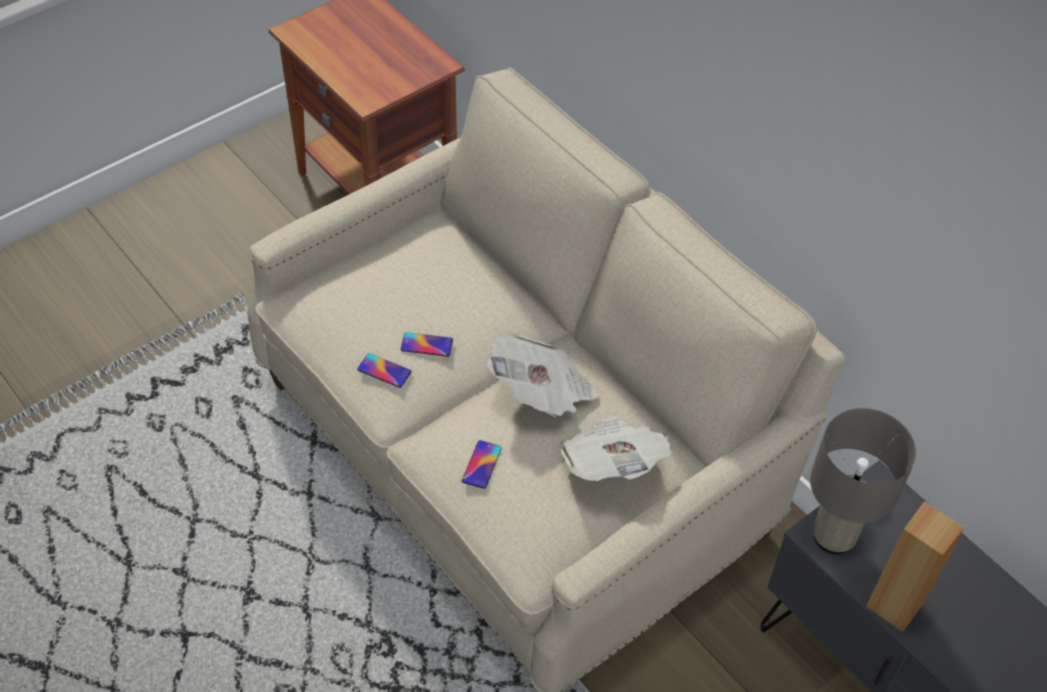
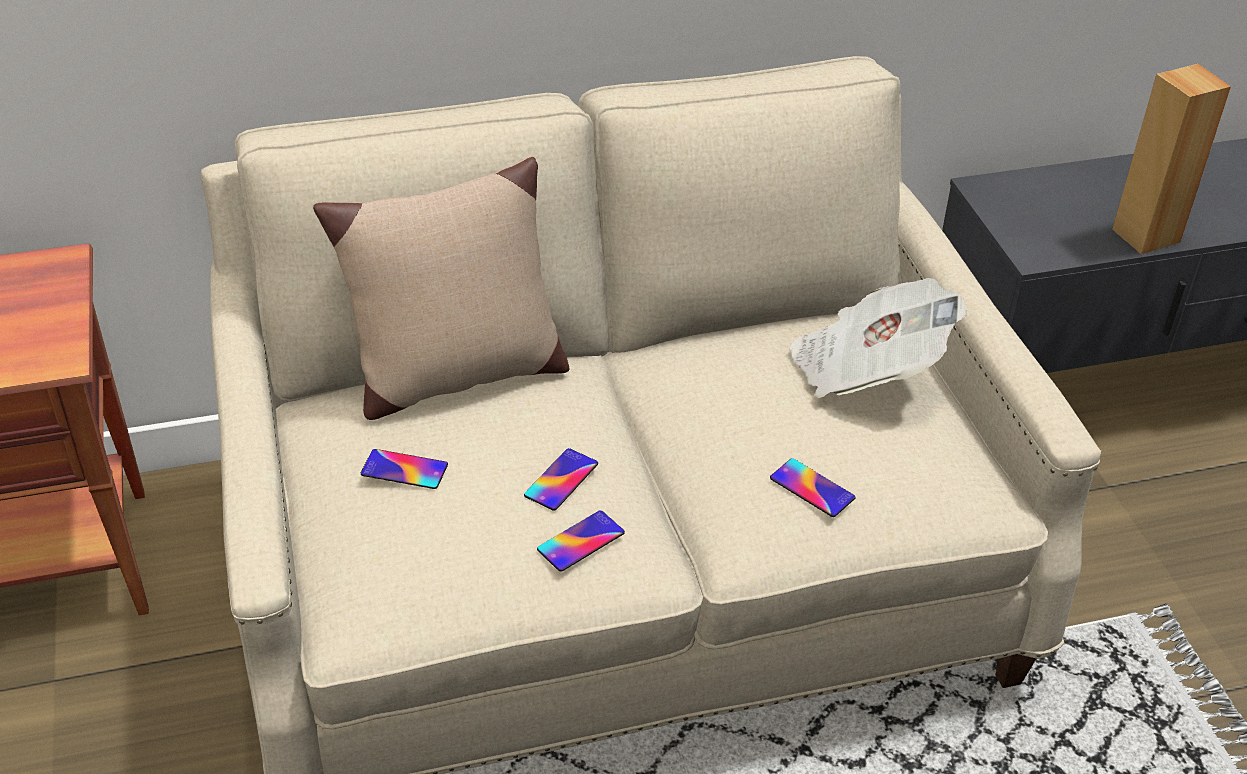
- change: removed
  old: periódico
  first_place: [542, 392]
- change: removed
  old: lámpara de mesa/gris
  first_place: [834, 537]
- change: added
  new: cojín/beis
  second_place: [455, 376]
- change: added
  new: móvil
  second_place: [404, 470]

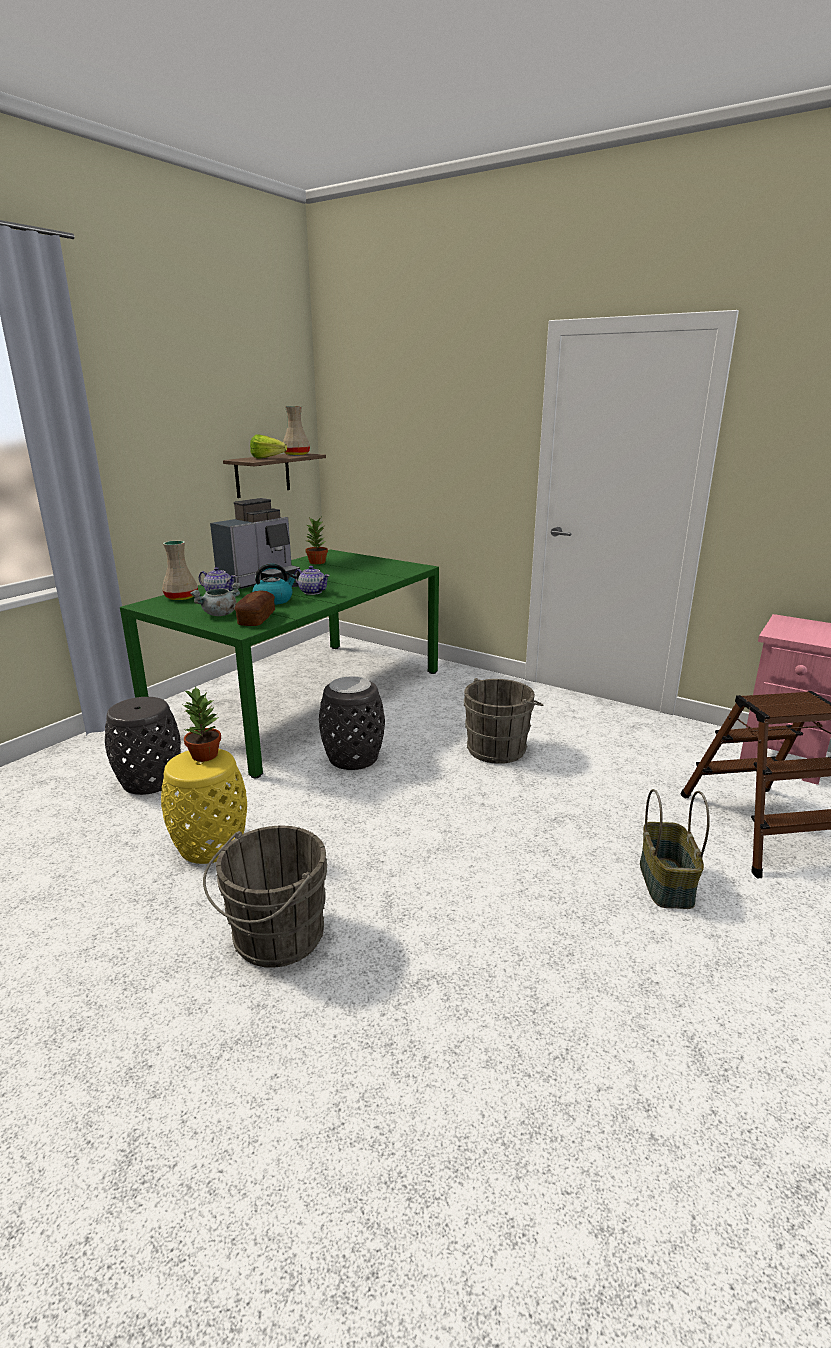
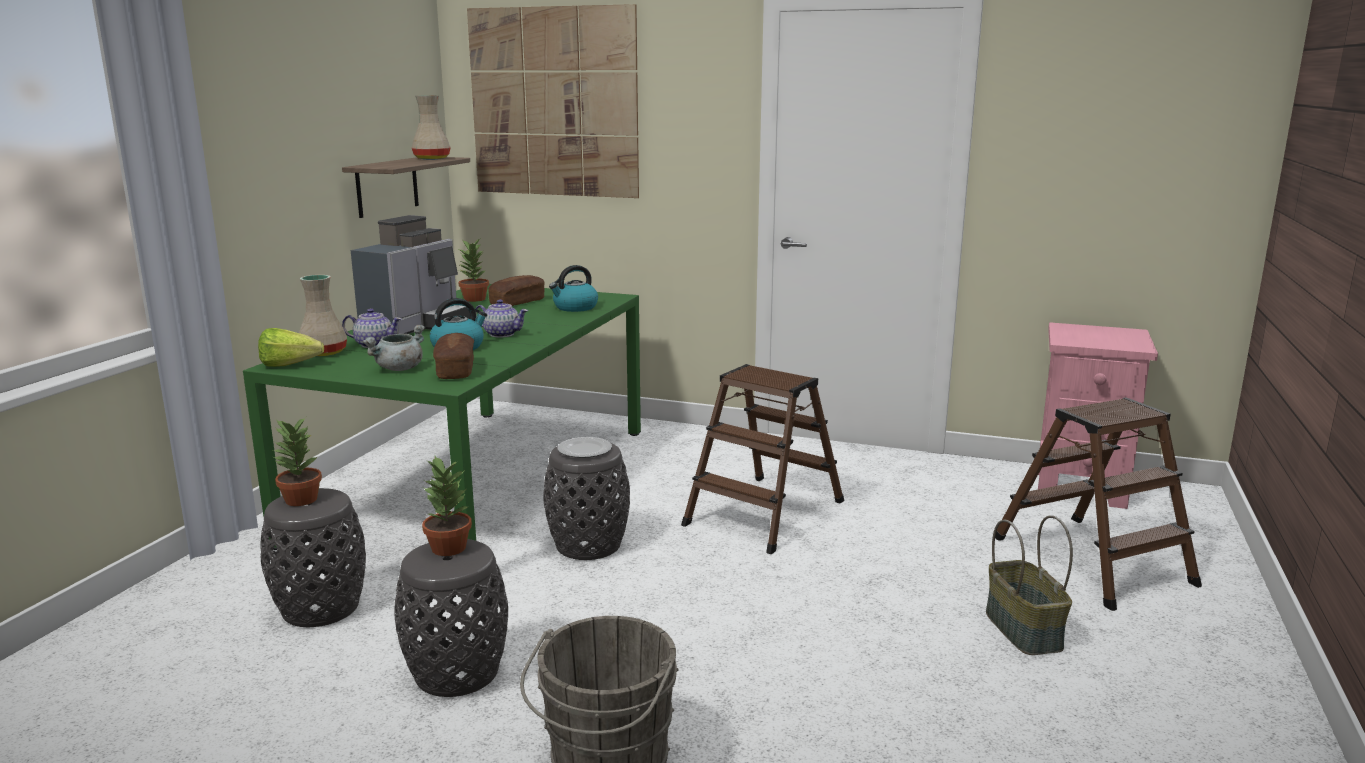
- change: added
  new: planta en maceta
  second_place: [300, 500]
- change: added
  new: cuadro
  second_place: [554, 103]
- change: added
  new: pan
  second_place: [517, 302]
- change: added
  new: hervidor
  second_place: [575, 308]
- change: moved
  old: lechuga
  first_place: [270, 458]
  second_place: [294, 366]
- change: replaced
  old: cubo/gris
  new: escalera de tijera/marrón
  first_place: [499, 748]
  second_place: [764, 512]
- change: recoloured
  old: taburete/amarillo
  new: taburete/gris
  first_place: [211, 845]
  second_place: [457, 673]

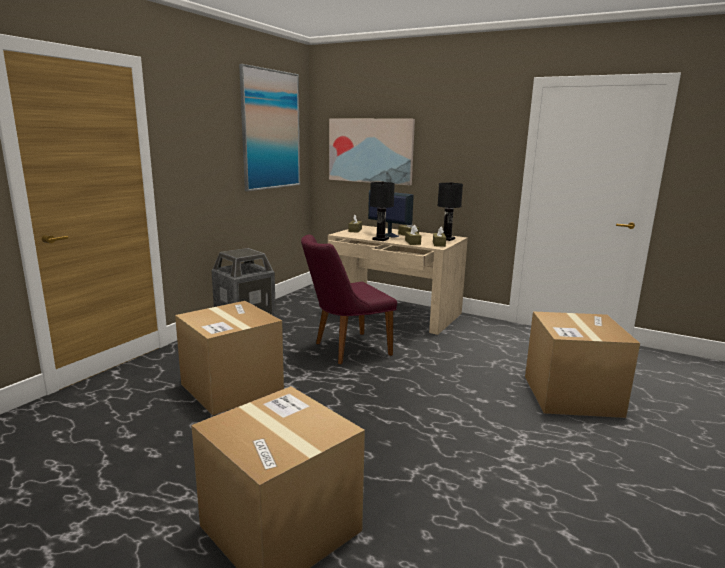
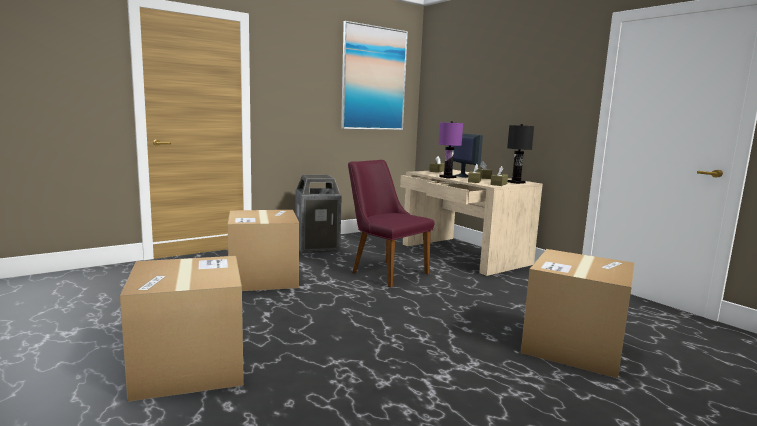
- change: removed
  old: cuadro
  first_place: [370, 150]
- change: recoloured
  old: lámpara de mesa/negro
  new: lámpara de mesa/morado
  first_place: [381, 239]
  second_place: [448, 177]
- change: turned
  old: silla/morado
  first_place: [345, 349]
  second_place: [384, 271]
  degrees: 45

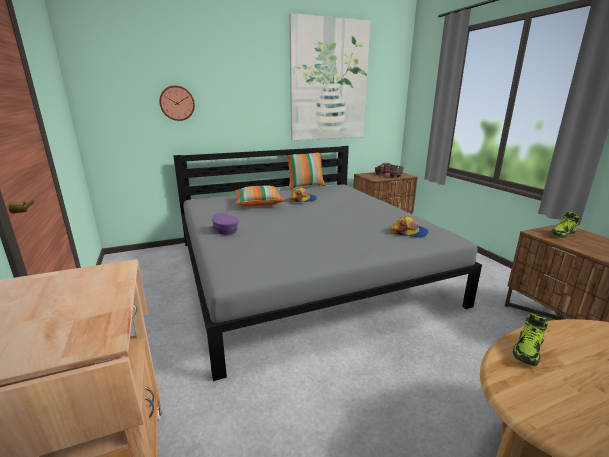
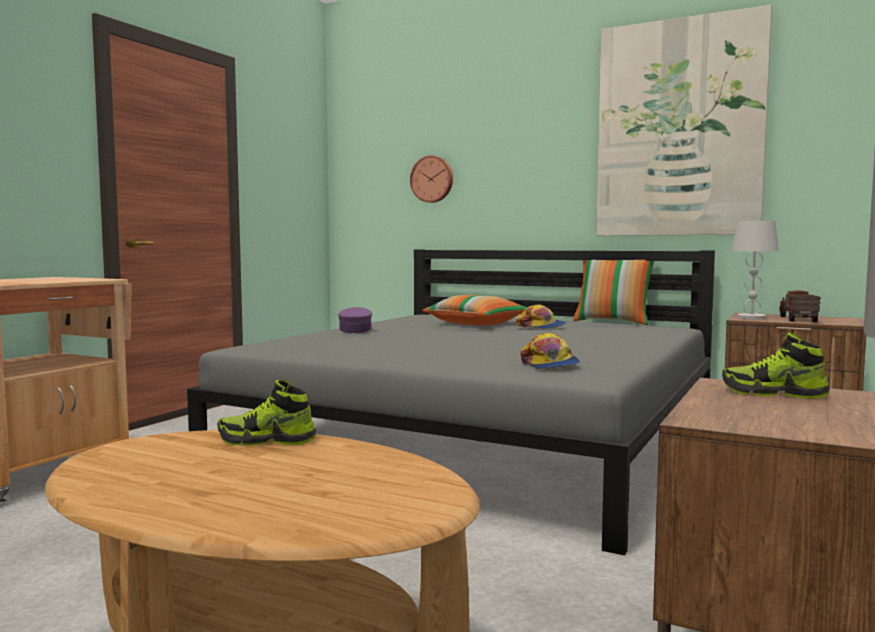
- change: added
  new: lámpara de mesa/blanco
  second_place: [751, 318]

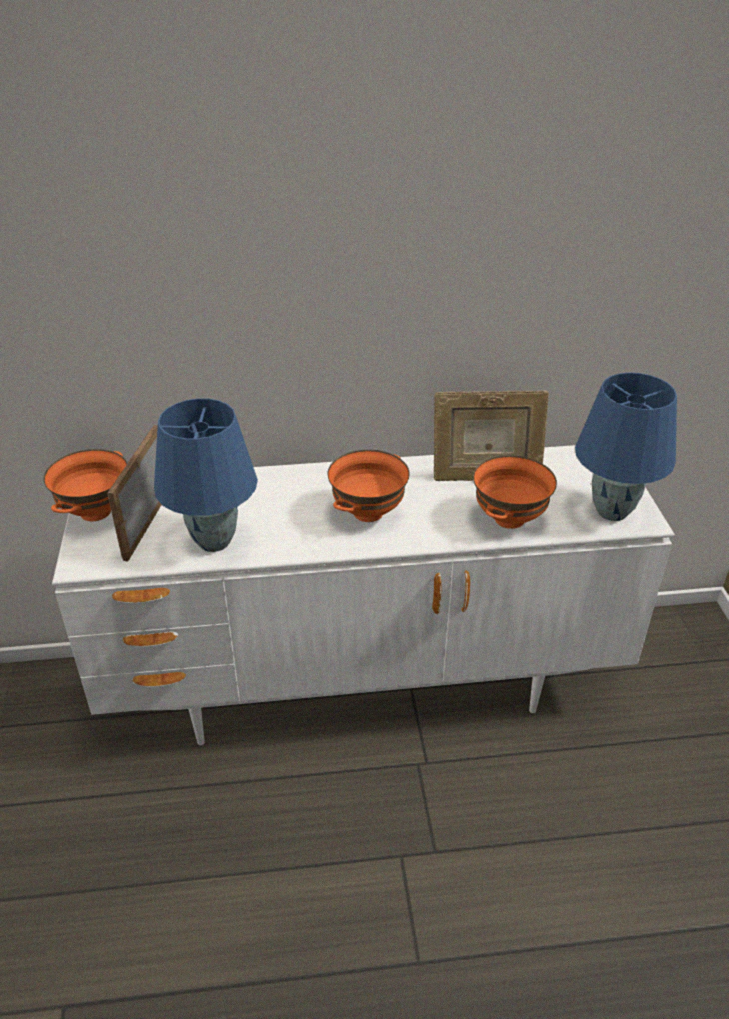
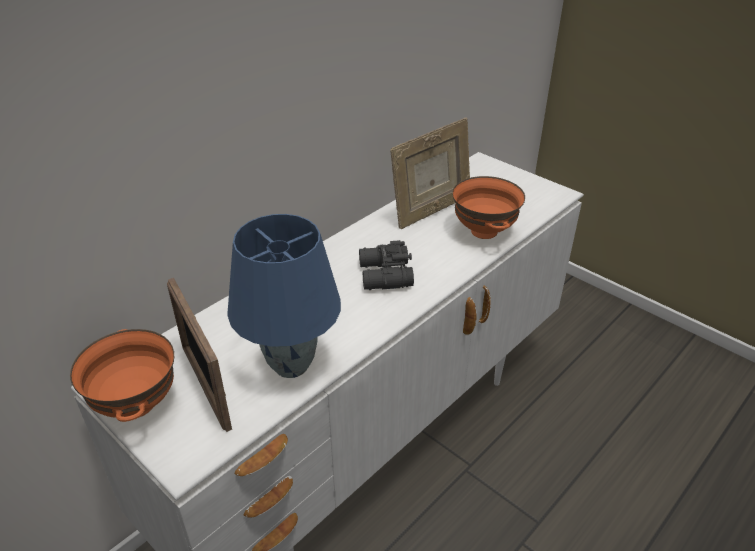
- change: removed
  old: lámpara de mesa/azul
  first_place: [611, 512]
- change: replaced
  old: cuenco/naranja
  new: prismáticos/negro
  first_place: [367, 512]
  second_place: [384, 276]

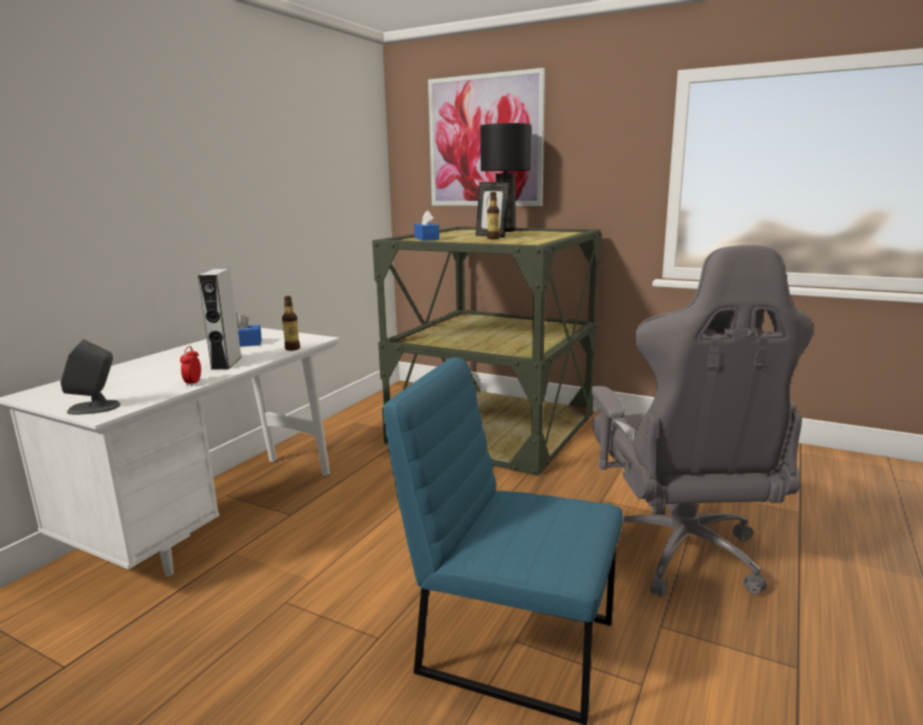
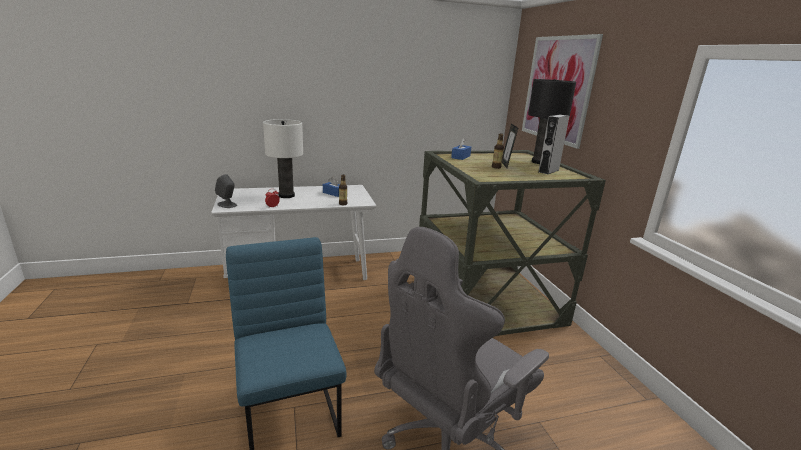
- change: added
  new: lámpara de mesa/blanco
  second_place: [286, 196]
- change: moved
  old: altavoz/gris
  first_place: [226, 363]
  second_place: [548, 171]

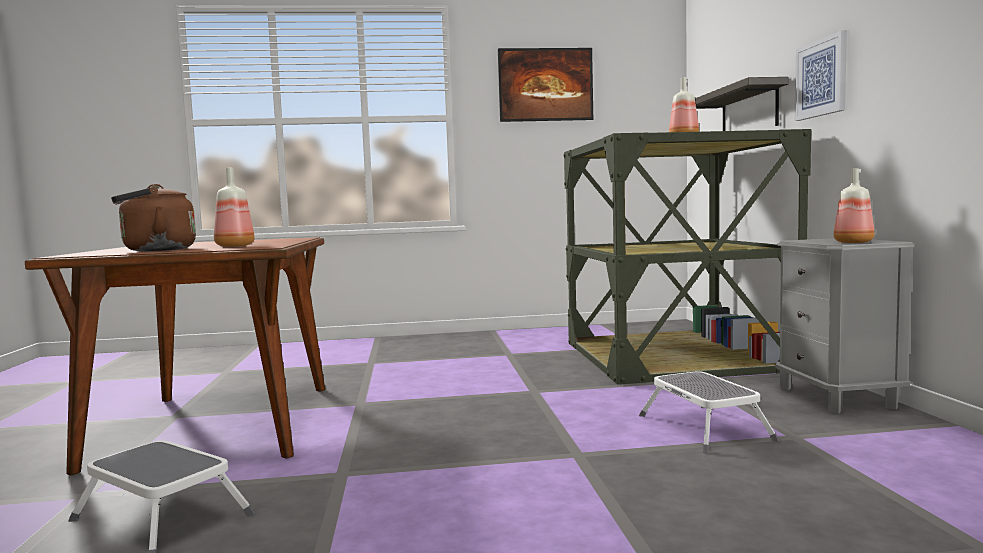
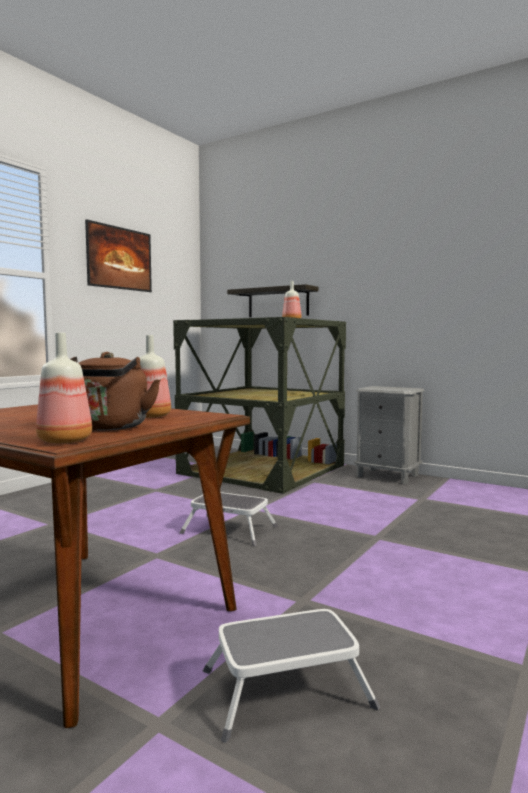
- change: removed
  old: cuadro
  first_place: [821, 78]
- change: moved
  old: escalera de tijera/gris
  first_place: [703, 427]
  second_place: [229, 530]
- change: moved
  old: botella
  first_place: [853, 242]
  second_place: [64, 440]

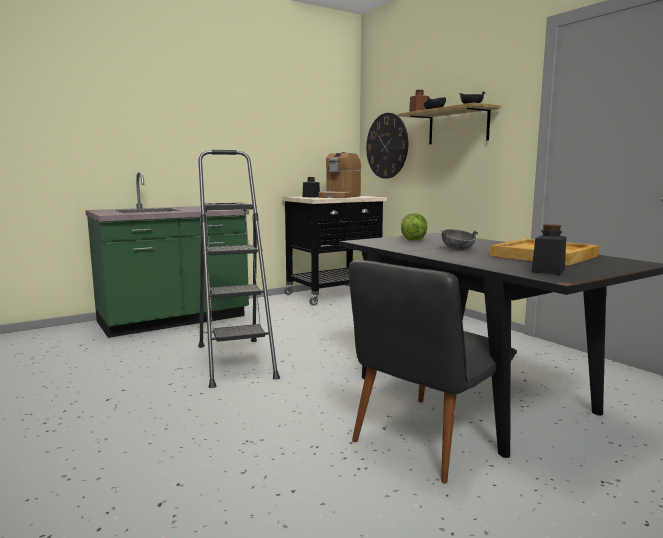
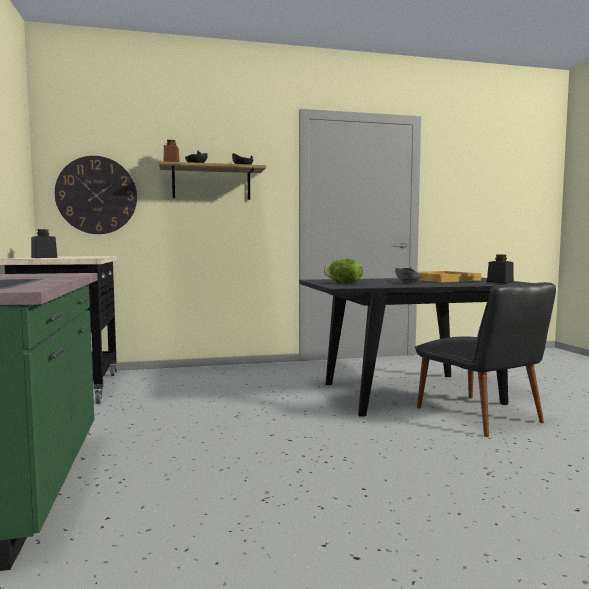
- change: removed
  old: escalera de tijera
  first_place: [235, 360]
- change: removed
  old: cafetera
  first_place: [340, 197]

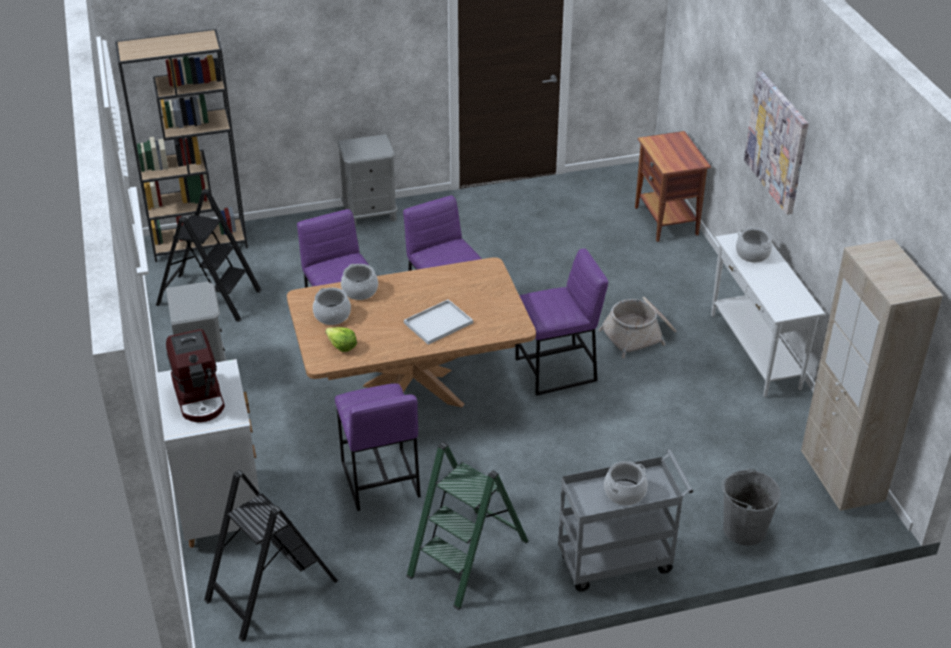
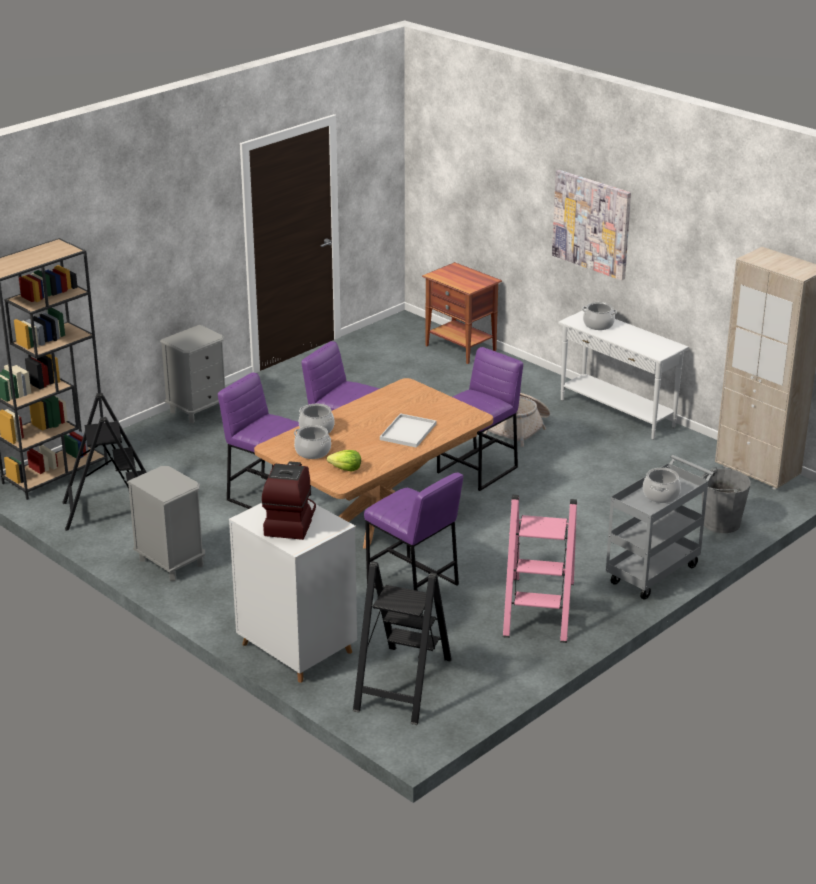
- change: recoloured
  old: escalera de tijera/verde
  new: escalera de tijera/rosa
  first_place: [469, 557]
  second_place: [539, 608]
- change: turned
  old: cafetera
  first_place: [200, 397]
  second_place: [289, 522]
  degrees: -120

